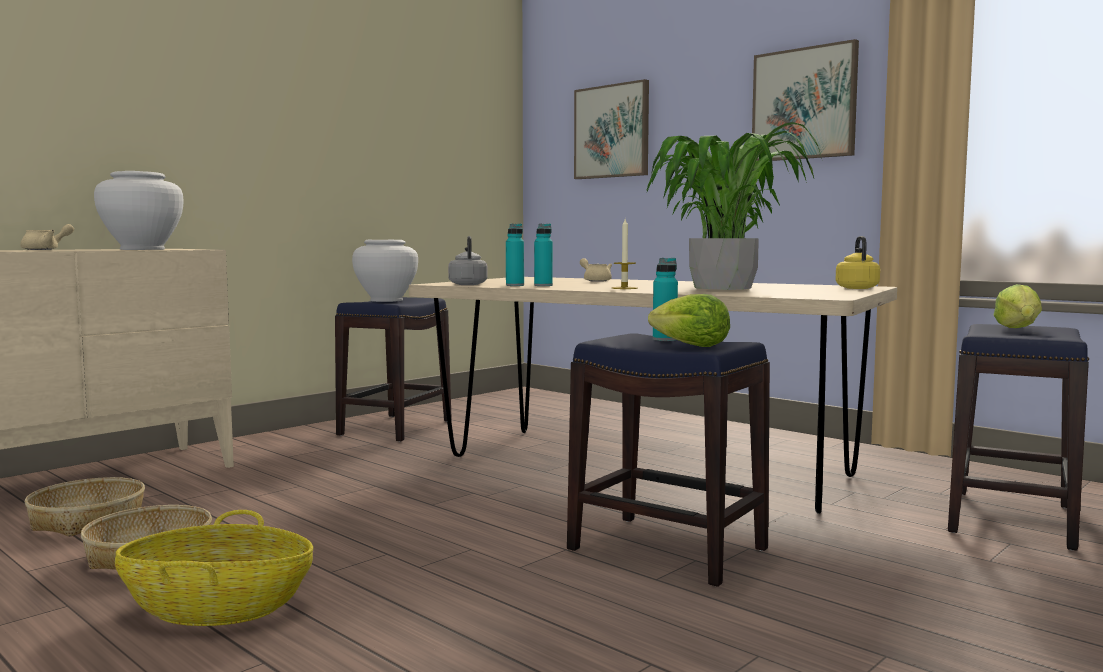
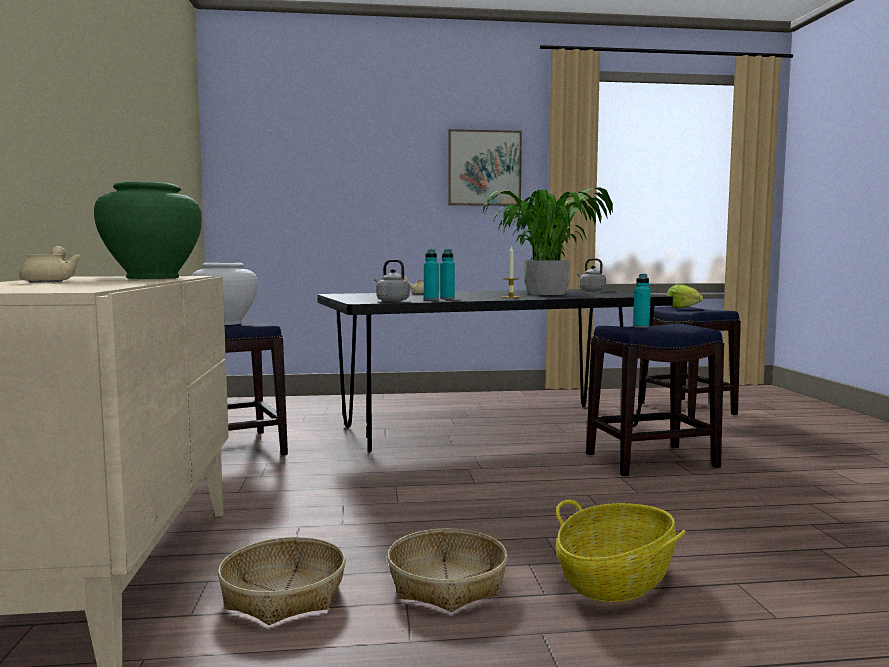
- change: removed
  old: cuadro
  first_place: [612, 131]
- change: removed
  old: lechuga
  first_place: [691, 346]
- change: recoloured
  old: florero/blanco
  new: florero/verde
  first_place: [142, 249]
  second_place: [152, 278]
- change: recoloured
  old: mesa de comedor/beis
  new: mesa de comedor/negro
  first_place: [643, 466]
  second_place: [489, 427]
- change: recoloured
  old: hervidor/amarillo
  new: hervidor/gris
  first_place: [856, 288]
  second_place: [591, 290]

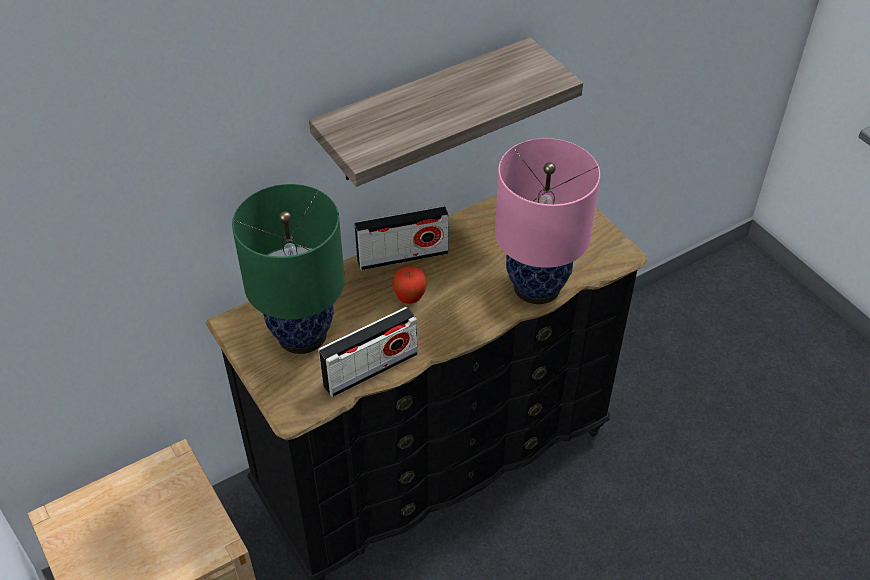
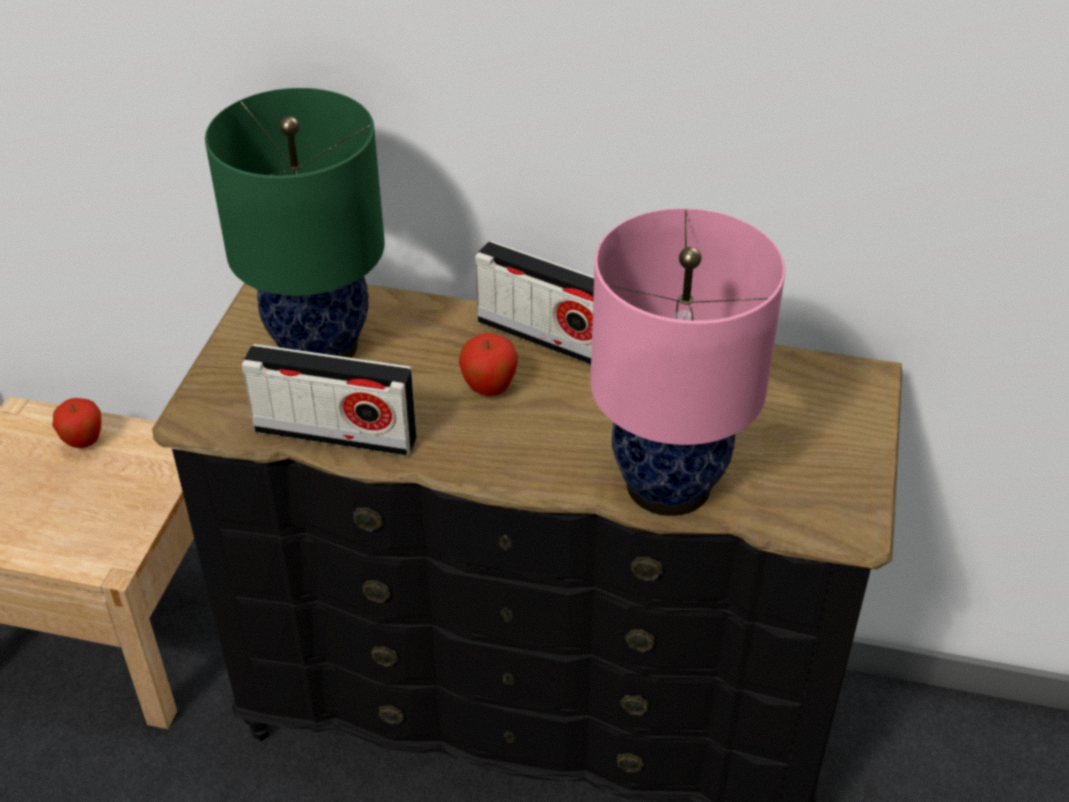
- change: removed
  old: estante
  first_place: [424, 112]
- change: added
  new: manzana
  second_place: [84, 442]

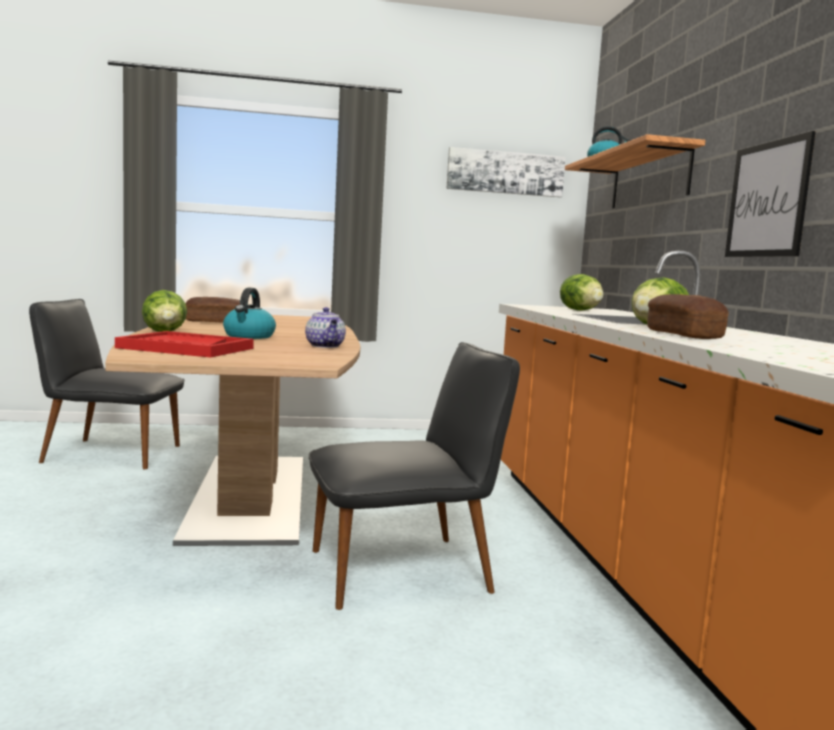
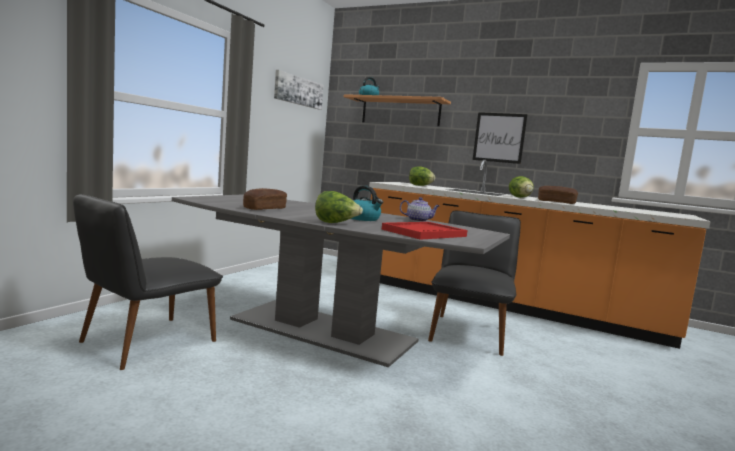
- change: recoloured
  old: mesa de comedor/marrón
  new: mesa de comedor/gris
  first_place: [249, 495]
  second_place: [323, 330]

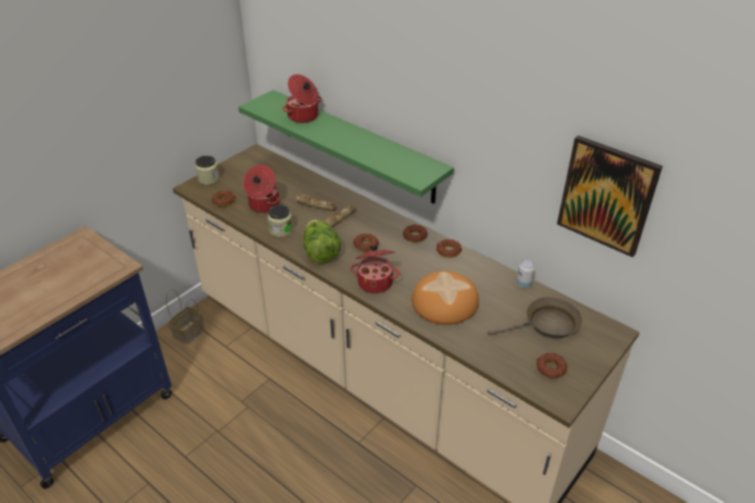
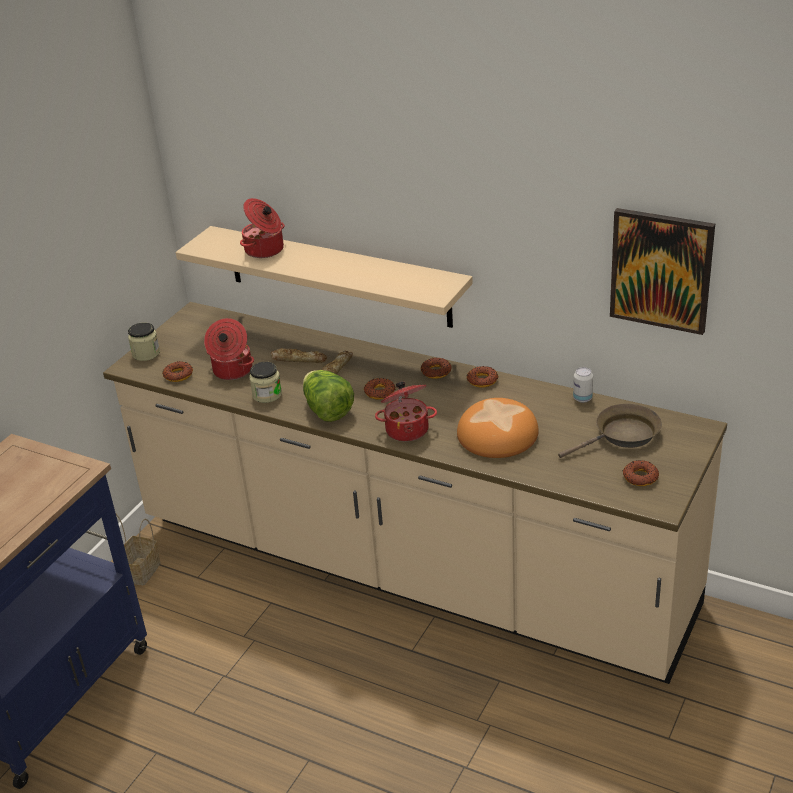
- change: recoloured
  old: estante/verde
  new: estante/beis
  first_place: [356, 146]
  second_place: [337, 276]

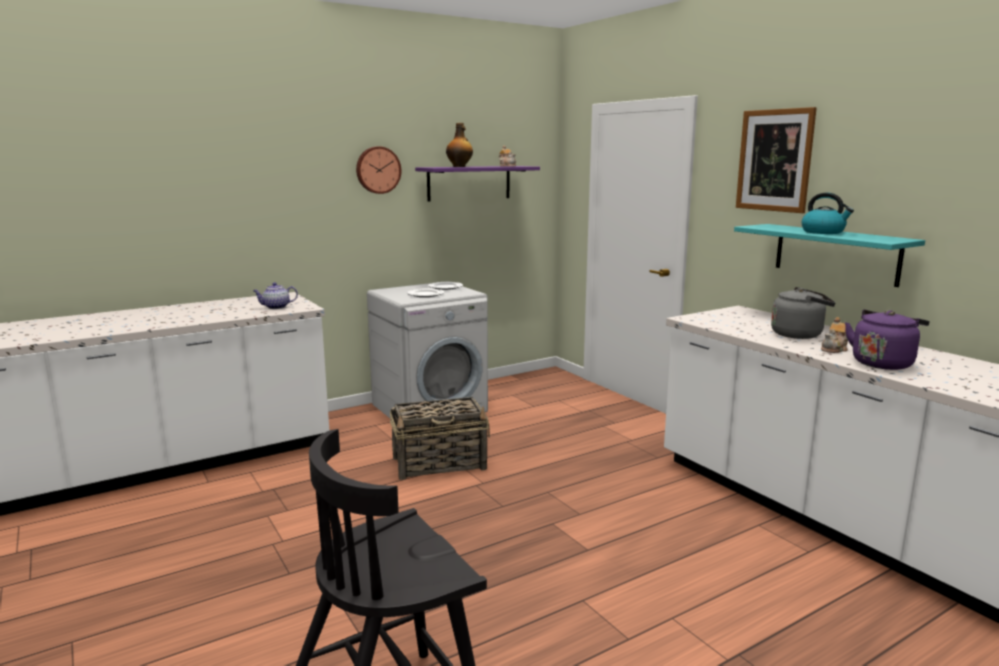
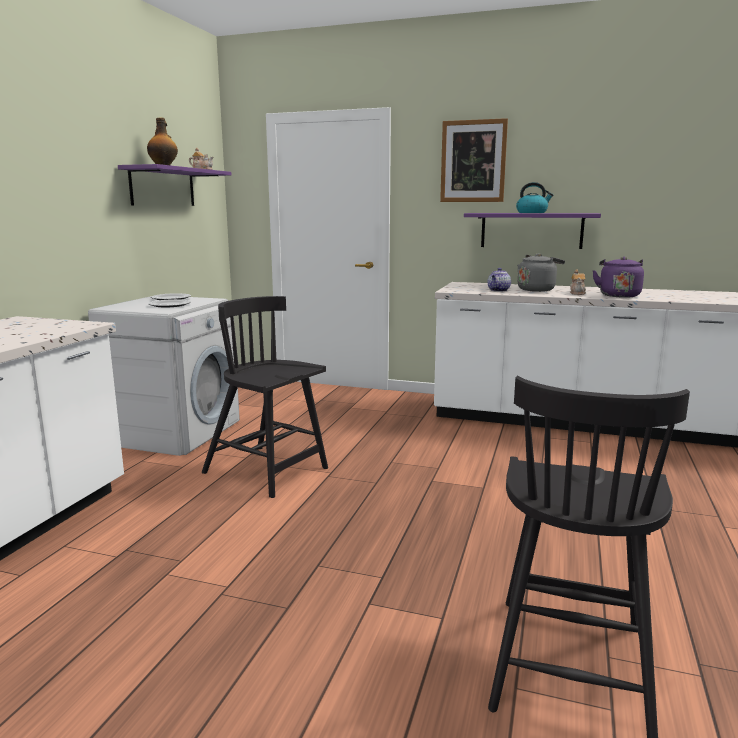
- change: removed
  old: reloj de pared
  first_place: [378, 170]
- change: moved
  old: tetera
  first_place: [276, 307]
  second_place: [498, 290]
- change: replaced
  old: cesta
  new: silla/negro
  first_place: [440, 463]
  second_place: [267, 471]
- change: recoloured
  old: estante/turquesa
  new: estante/morado
  first_place: [835, 253]
  second_place: [531, 230]

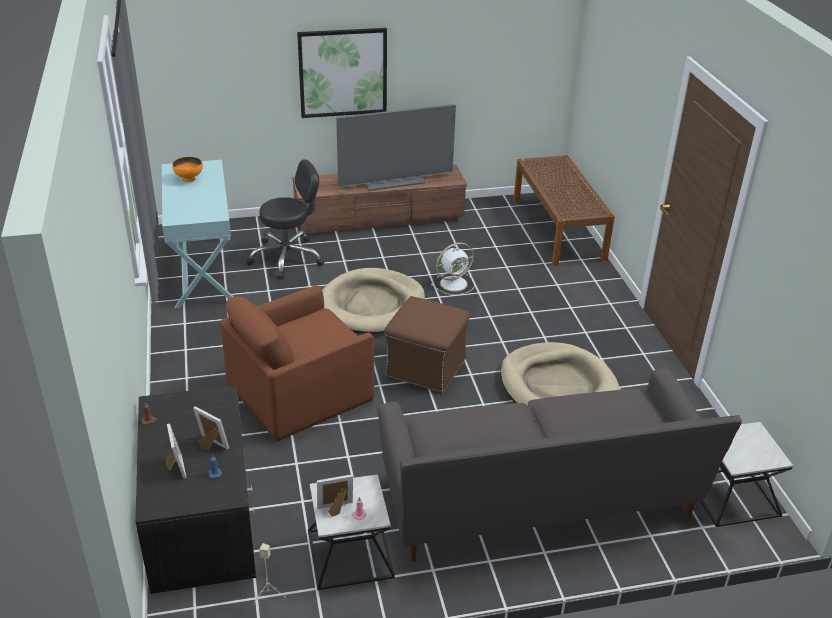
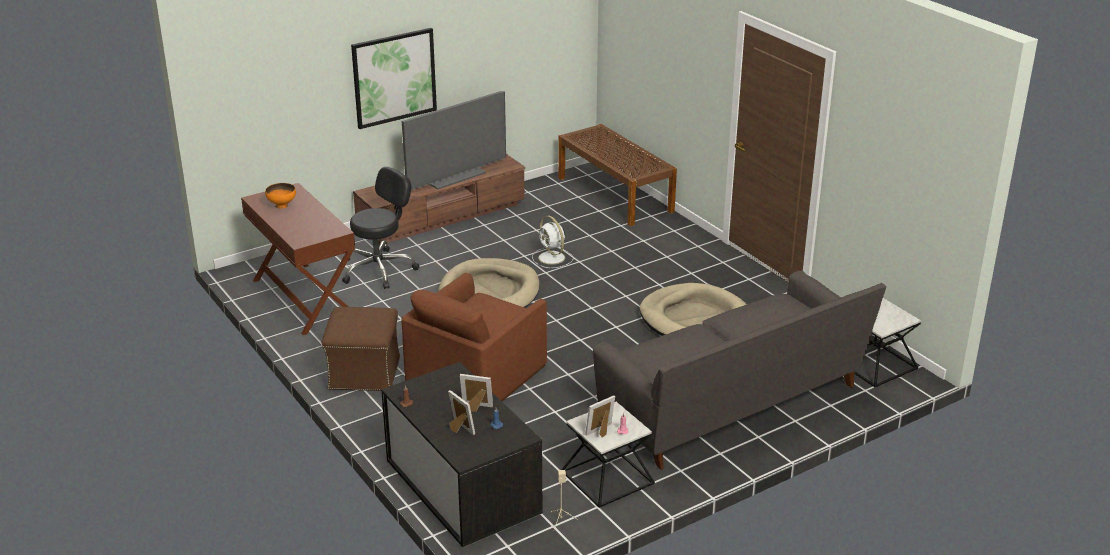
- change: moved
  old: puf/marrón
  first_place: [425, 367]
  second_place: [363, 373]
- change: recoloured
  old: escritorio/turquesa
  new: escritorio/marrón
  first_place: [203, 271]
  second_place: [304, 298]
- change: turned
  old: ventilador/blanco
  first_place: [454, 283]
  second_place: [552, 258]
  degrees: 105

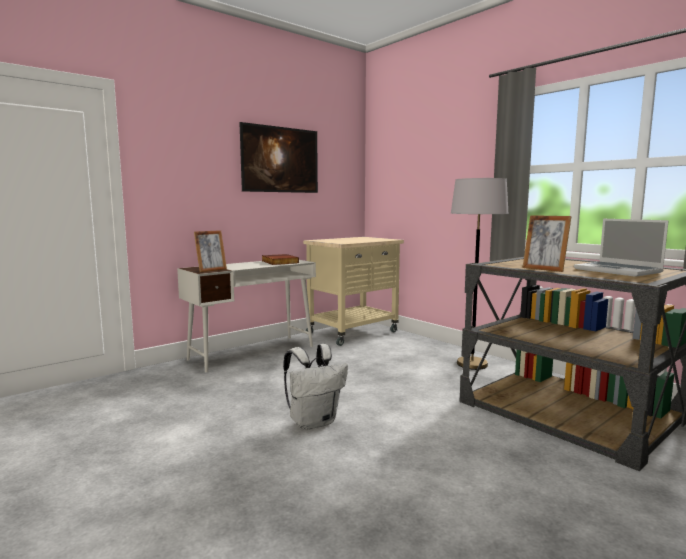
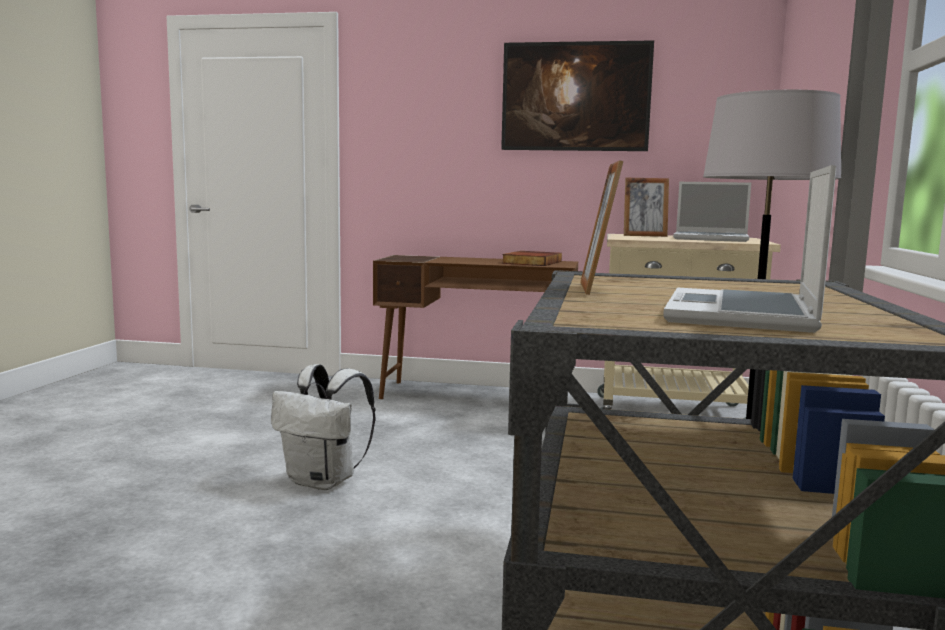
- change: added
  new: portátil
  second_place: [711, 239]
- change: moved
  old: portarretratos
  first_place: [211, 270]
  second_place: [644, 235]
- change: recoloured
  old: escritorio/blanco
  new: escritorio/marrón
  first_place: [253, 352]
  second_place: [476, 396]

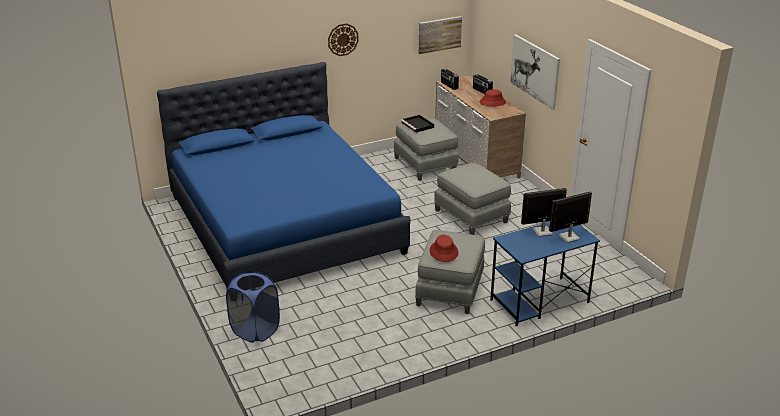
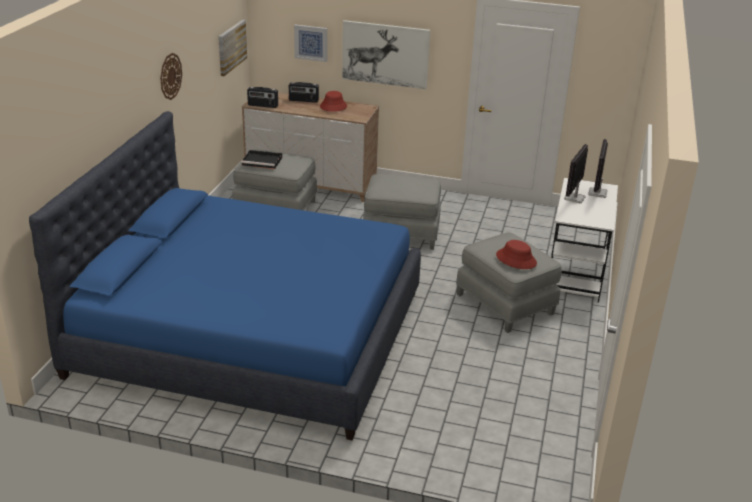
- change: removed
  old: cesto de la ropa/azul
  first_place: [255, 330]
- change: added
  new: cuadro
  second_place: [311, 42]
- change: recoloured
  old: escritorio/azul
  new: escritorio/blanco
  first_place: [539, 301]
  second_place: [575, 273]

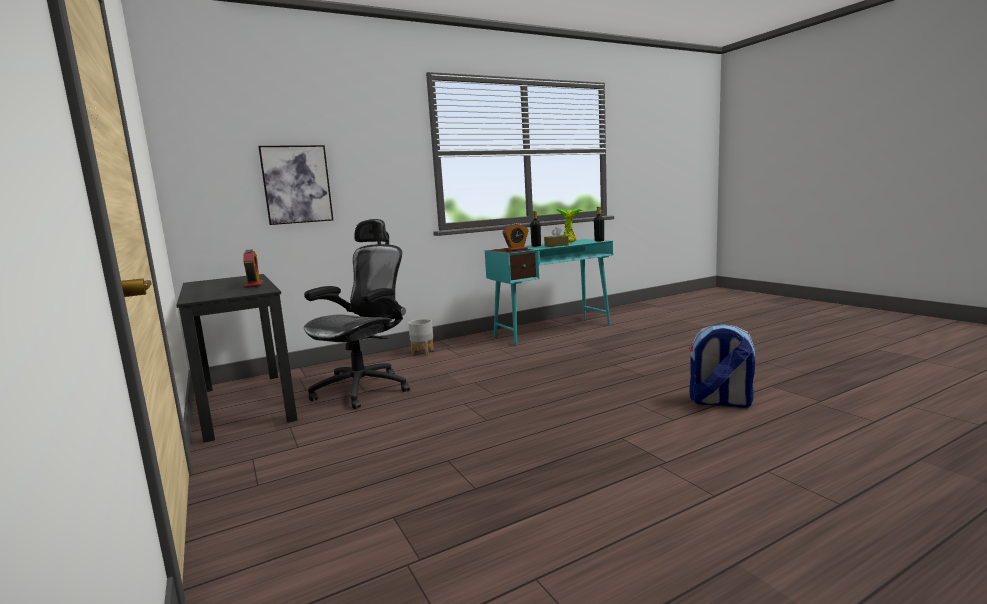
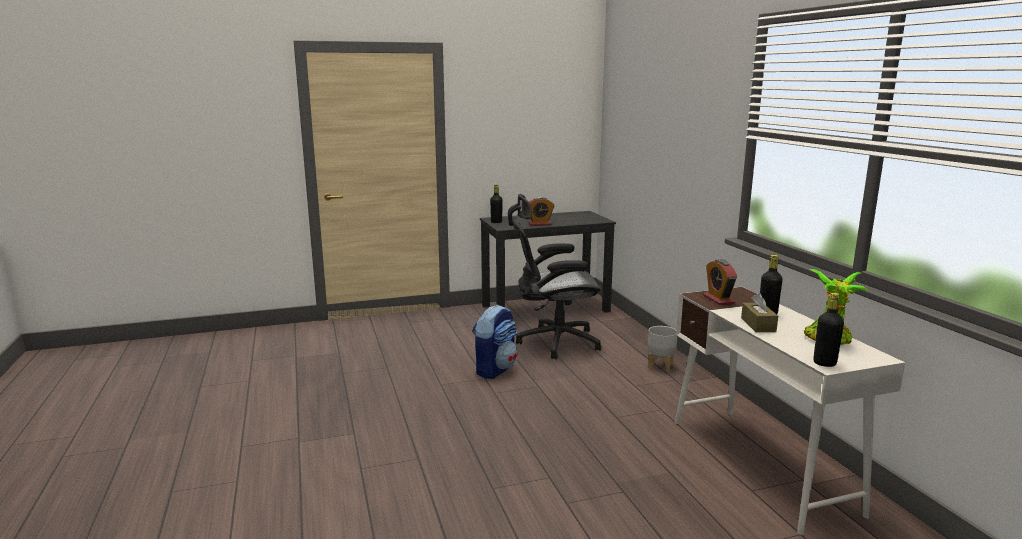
- change: removed
  old: cuadro
  first_place: [297, 184]
- change: added
  new: botella/negro
  second_place: [496, 222]
- change: moved
  old: mochila
  first_place: [720, 402]
  second_place: [495, 369]
- change: recoloured
  old: escritorio/turquesa
  new: escritorio/blanco
  first_place: [553, 330]
  second_place: [761, 464]
- change: turned
  old: silla de oficina
  first_place: [365, 388]
  second_place: [554, 342]
  degrees: 135

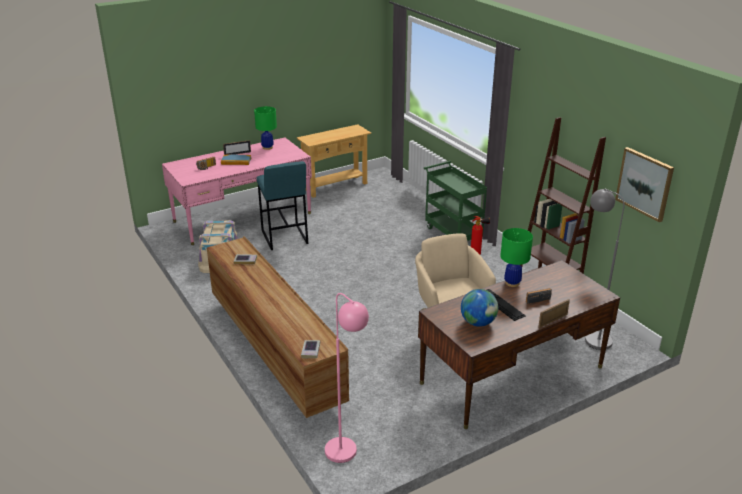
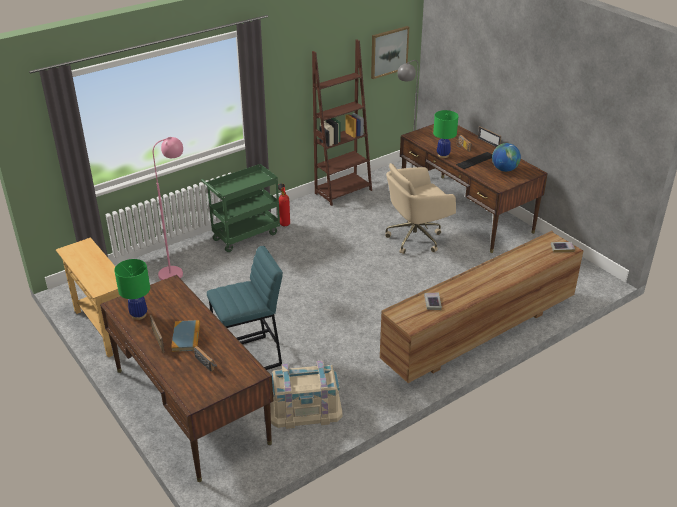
- change: moved
  old: lámpara de pie/rosa
  first_place: [346, 457]
  second_place: [177, 272]
- change: recoloured
  old: escritorio/rosa
  new: escritorio/marrón
  first_place: [242, 217]
  second_place: [190, 405]

